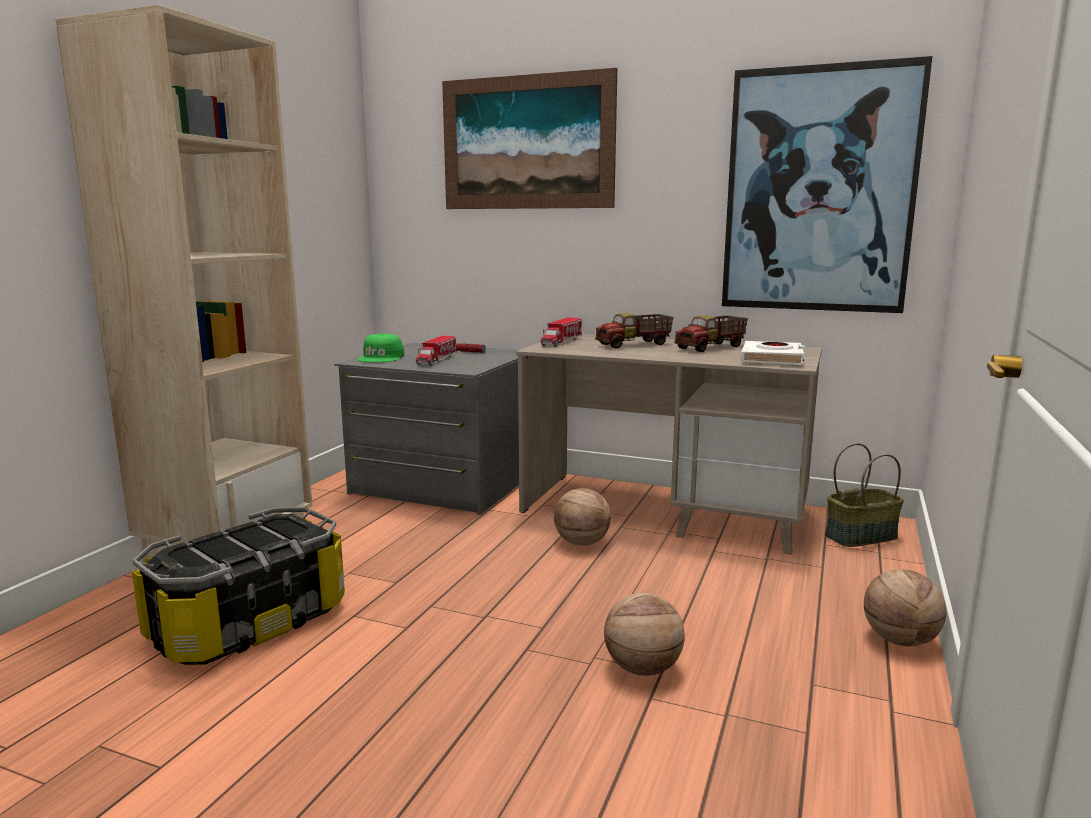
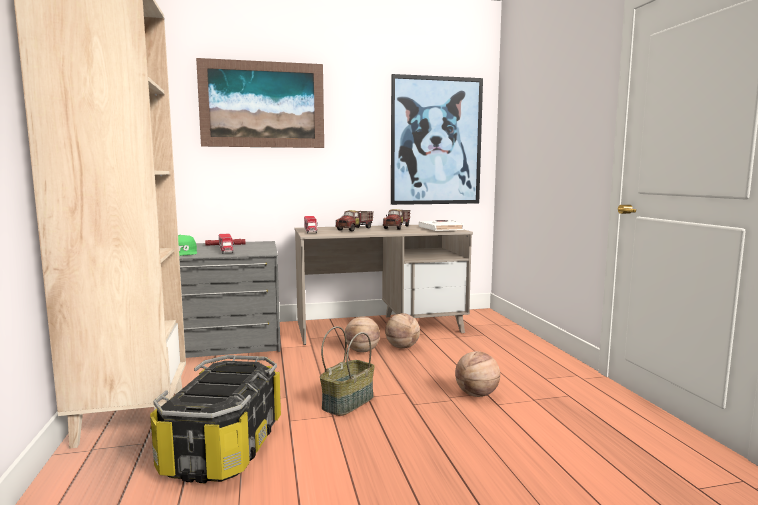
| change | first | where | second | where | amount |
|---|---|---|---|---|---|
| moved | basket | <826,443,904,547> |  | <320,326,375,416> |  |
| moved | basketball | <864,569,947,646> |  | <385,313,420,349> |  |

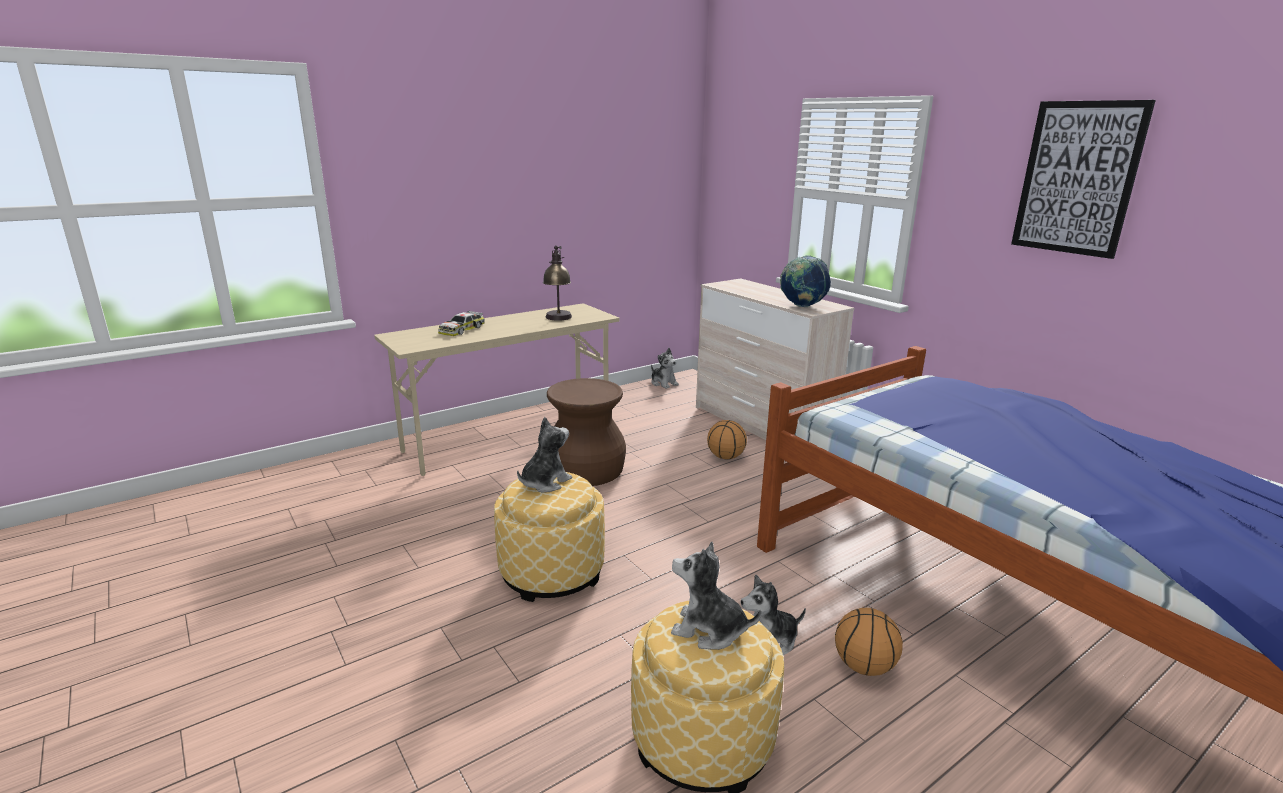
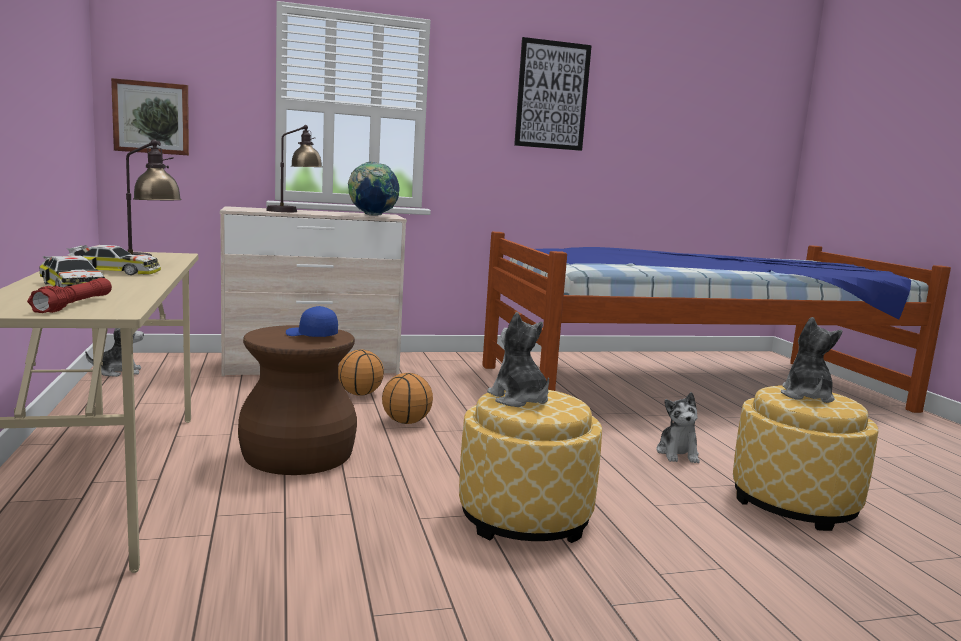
| change | first | where | second | where | amount |
|---|---|---|---|---|---|
| added |  |  | red flashlight | <27,278,112,313> |  |
| added |  |  | toy car | <66,245,161,275> |  |
| added |  |  | picture | <111,78,189,155> |  |
| added |  |  | table lamp | <266,125,322,212> |  |
| added |  |  | blue cap | <286,306,338,337> |  |
| moved | basketball | <835,608,903,676> |  | <382,373,433,424> |  |
| turned | plush toy | <671,542,761,650> |  | <781,317,842,403> | 150 degrees clockwise |

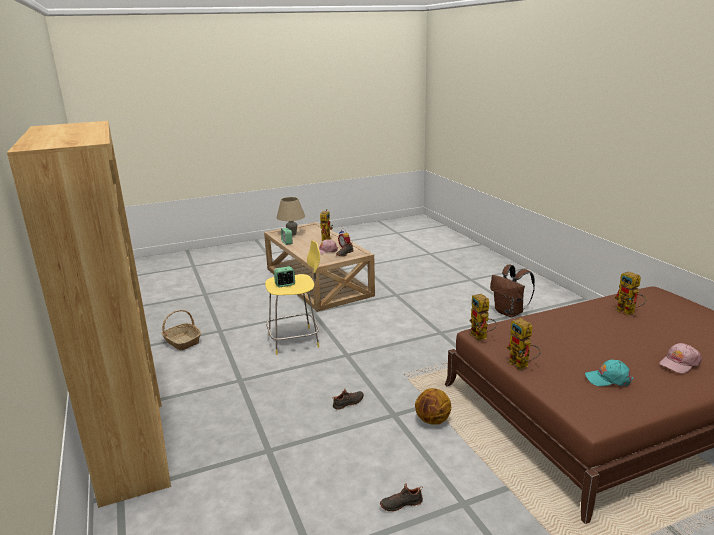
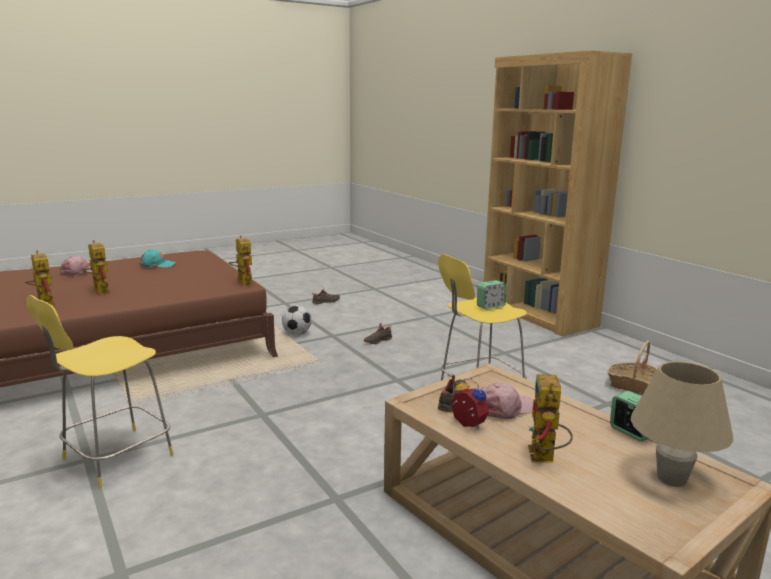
| change | first | where | second | where | amount |
|---|---|---|---|---|---|
| replaced | brown backpack | <490,265,535,317> | yellow stool | <26,295,174,489> |  |
| moved | toy robot | <507,318,541,370> |  | <82,240,111,294> |  |
| replaced | basketball | <415,388,451,425> | football | <282,305,312,335> |  |

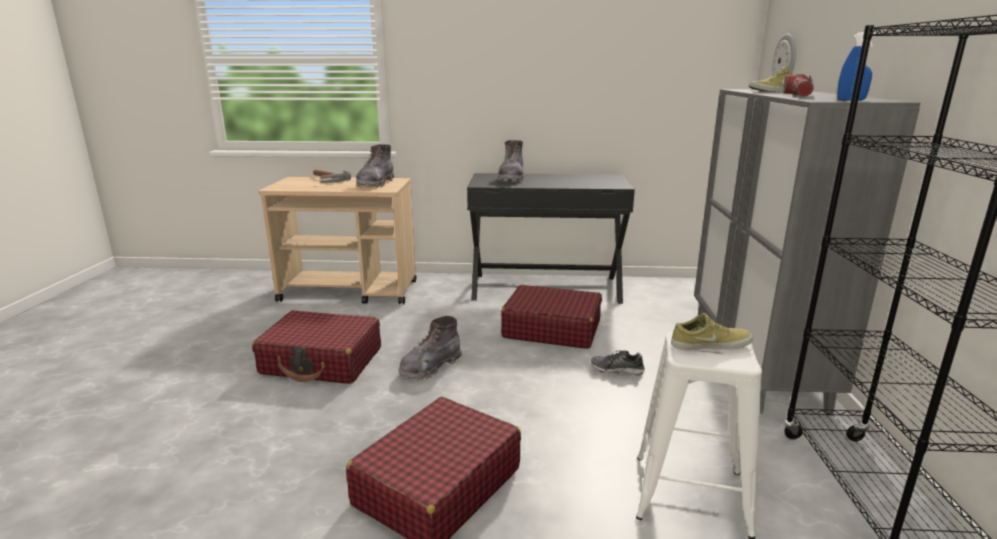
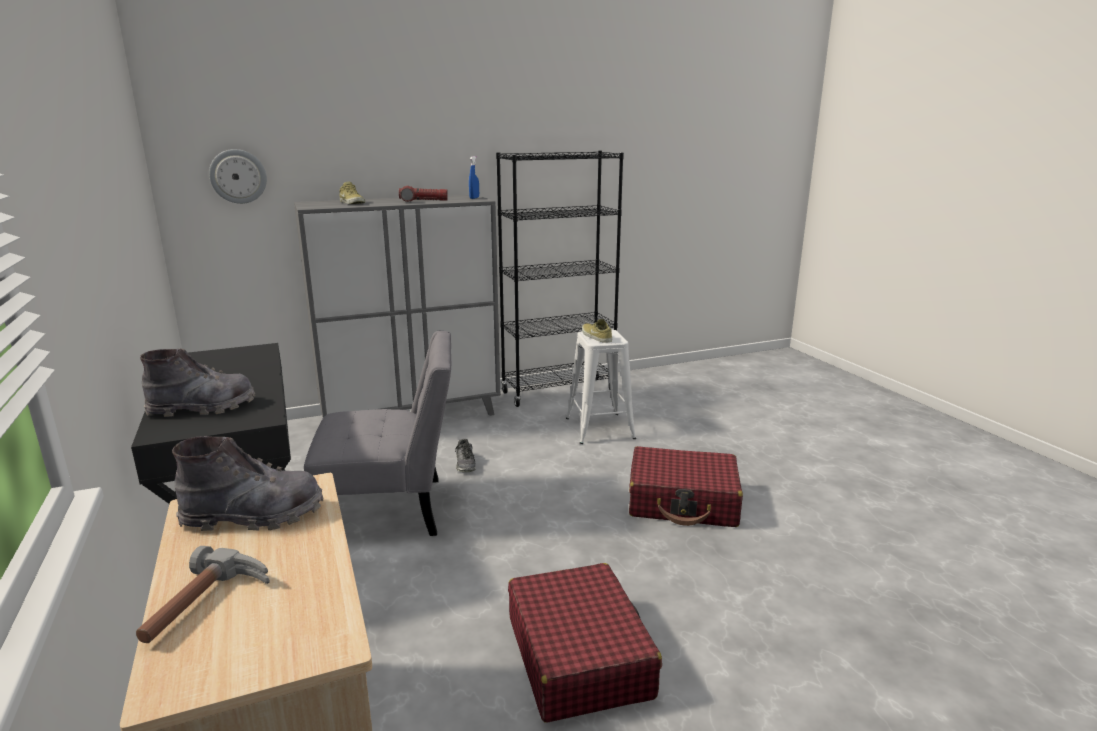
| change | first | where | second | where | amount |
|---|---|---|---|---|---|
| replaced | red suitcase | <501,285,602,349> | grey chair | <304,331,451,536> |  |
| removed | grey boot | <399,316,462,381> |  |  |  |

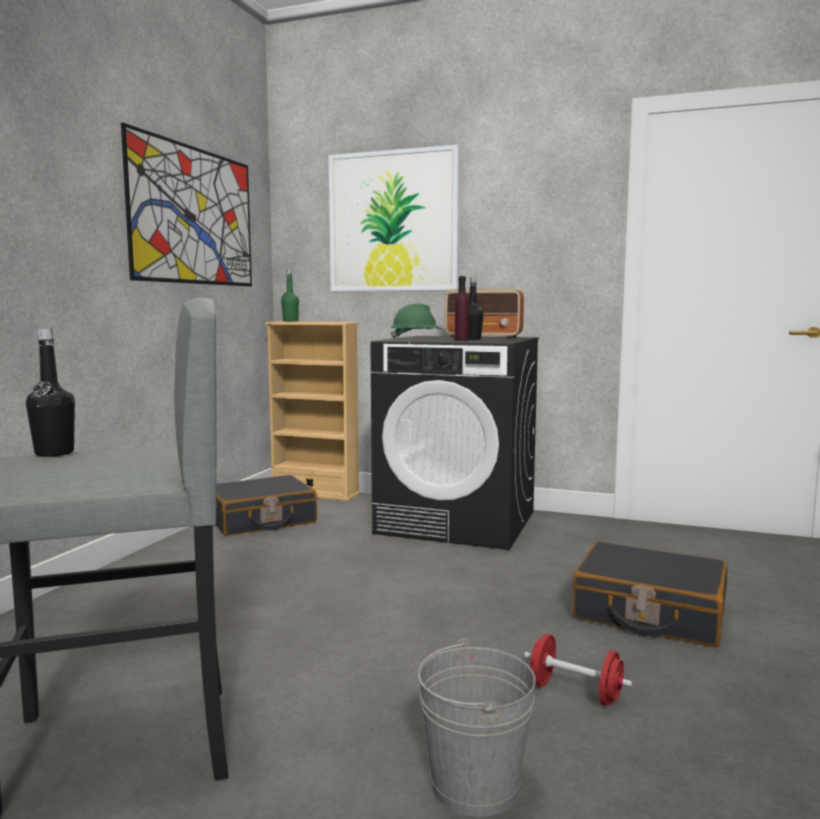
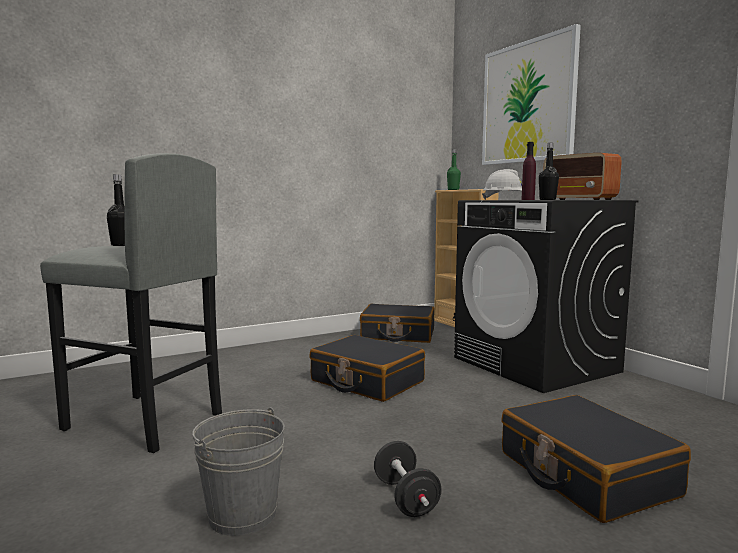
| change | first | where | second | where | amount |
|---|---|---|---|---|---|
| added |  |  | black suitcase | <309,335,425,402> |  |
| recoloured | red dumbbell | <524,634,632,706> | black dumbbell | <374,441,442,517> |  |
| recoloured | green hard hat | <391,304,442,339> | white hard hat | <482,169,522,200> |  |
| removed | picture | <121,123,252,286> |  |  |  |

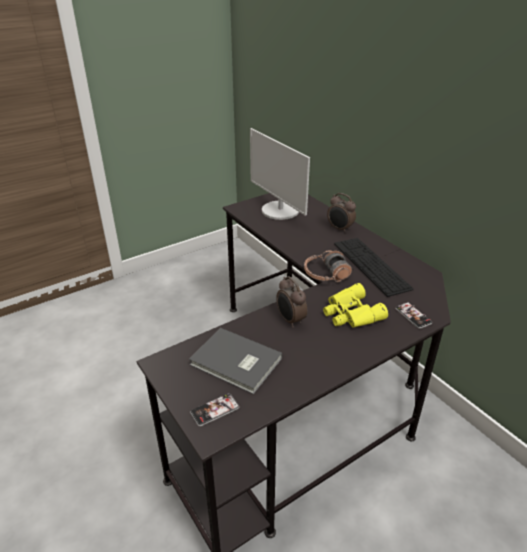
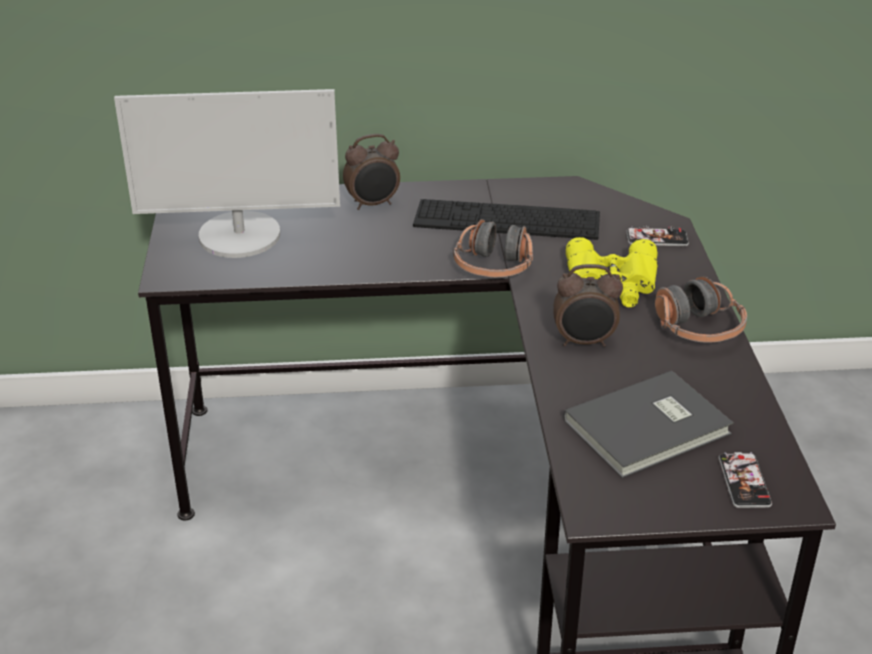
| change | first | where | second | where | amount |
|---|---|---|---|---|---|
| added |  |  | headphones | <655,276,747,343> |  |

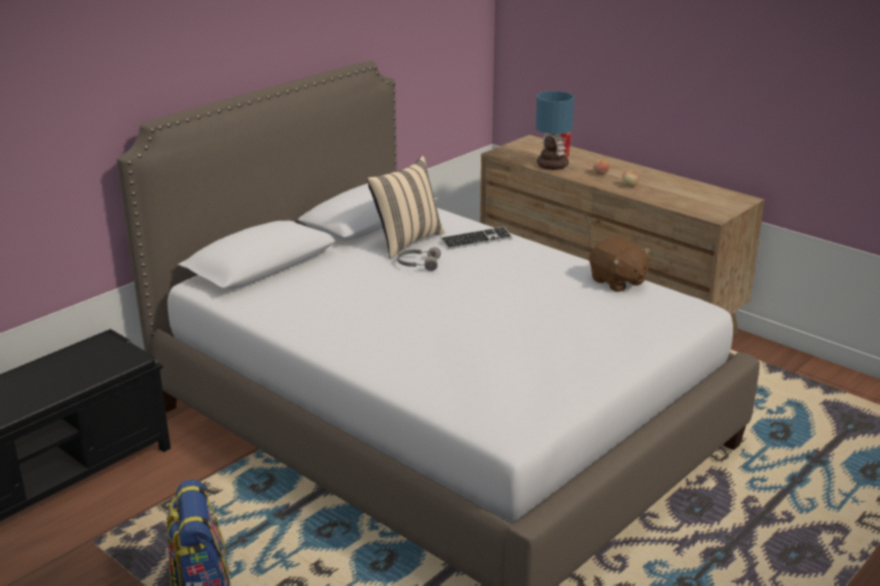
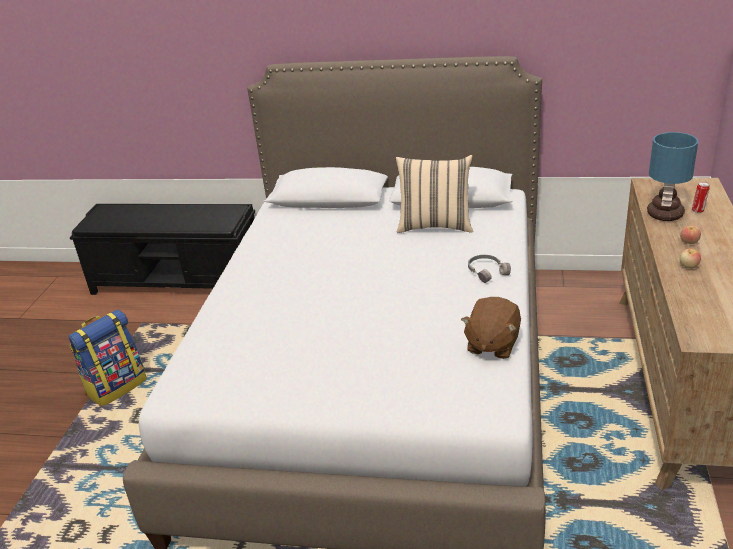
| change | first | where | second | where | amount |
|---|---|---|---|---|---|
| moved | grey headphones | <397,247,441,271> |  | <468,255,511,283> |  |
| removed | keyboard | <440,227,513,250> |  |  |  |

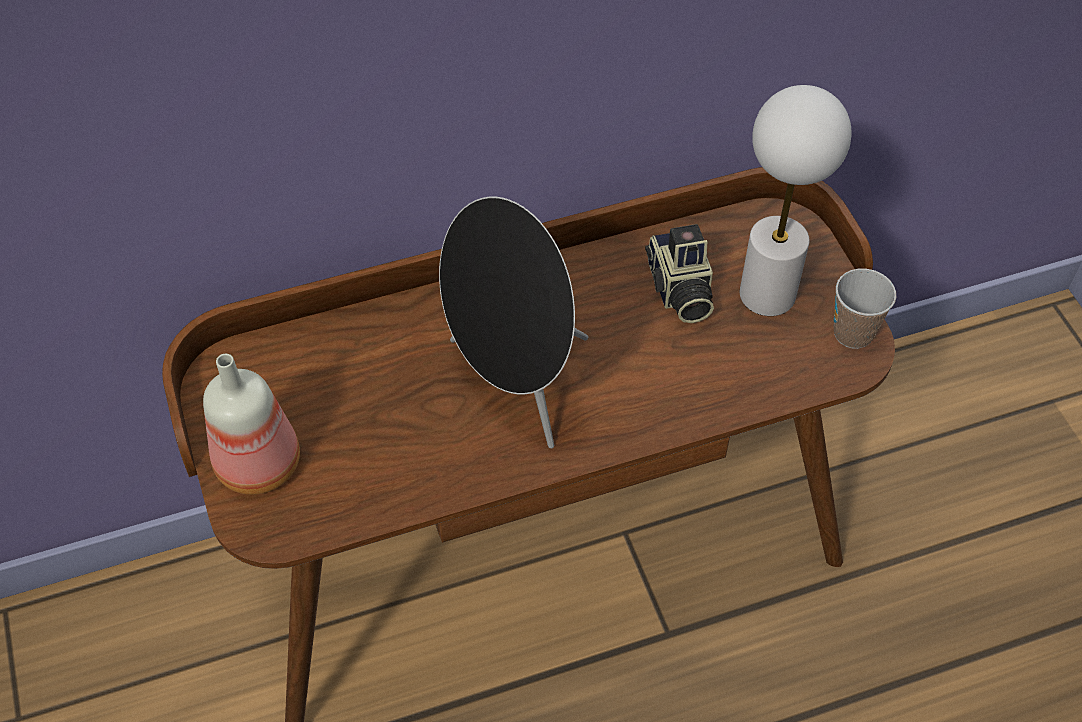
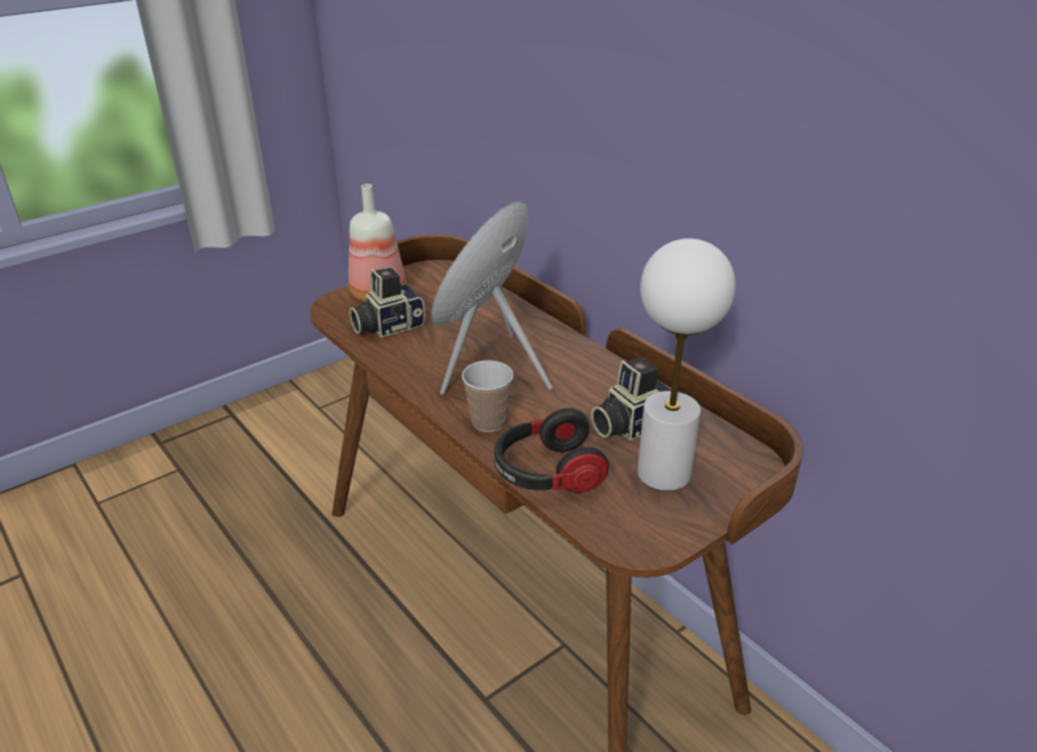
| change | first | where | second | where | amount |
|---|---|---|---|---|---|
| added |  |  | photo camera | <349,268,425,338> |  |
| moved | cup | <834,269,896,349> |  | <462,360,514,432> |  |
| added |  |  | headphones | <494,408,609,493> |  |

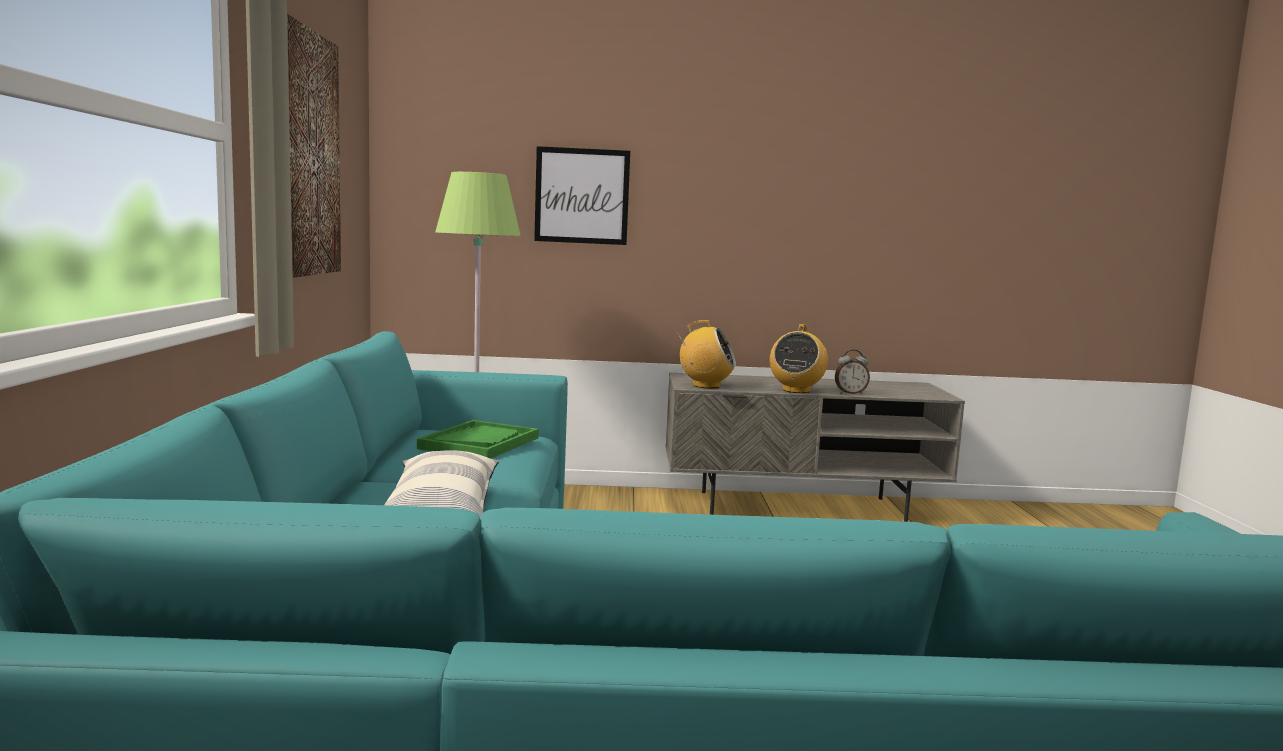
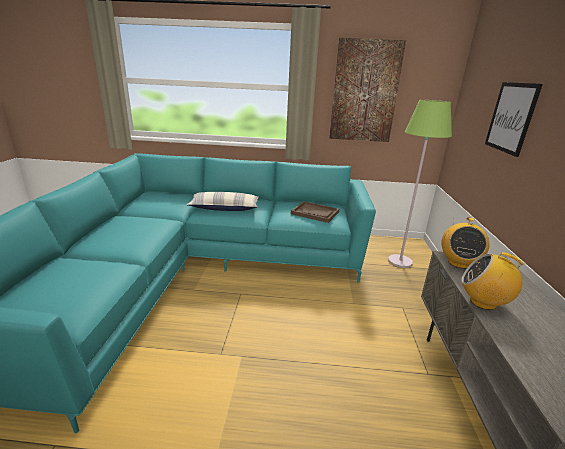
| change | first | where | second | where | amount |
|---|---|---|---|---|---|
| recoloured | green tray | <417,420,539,459> | brown tray | <291,201,339,223> |  |
| removed | alarm clock | <835,350,870,394> |  |  |  |

